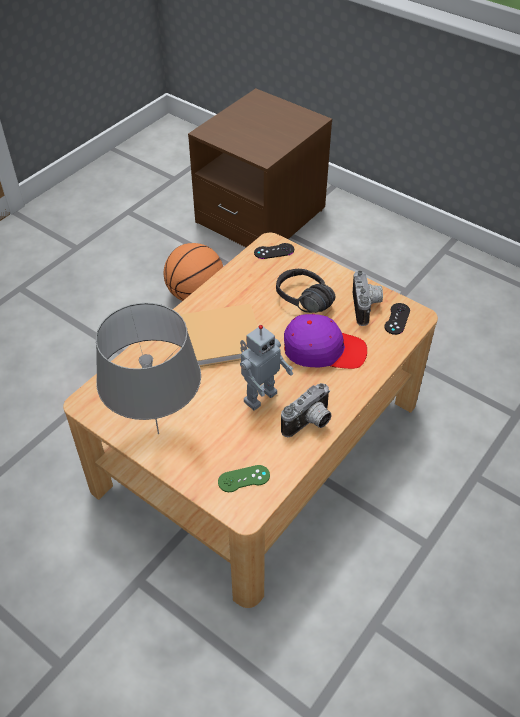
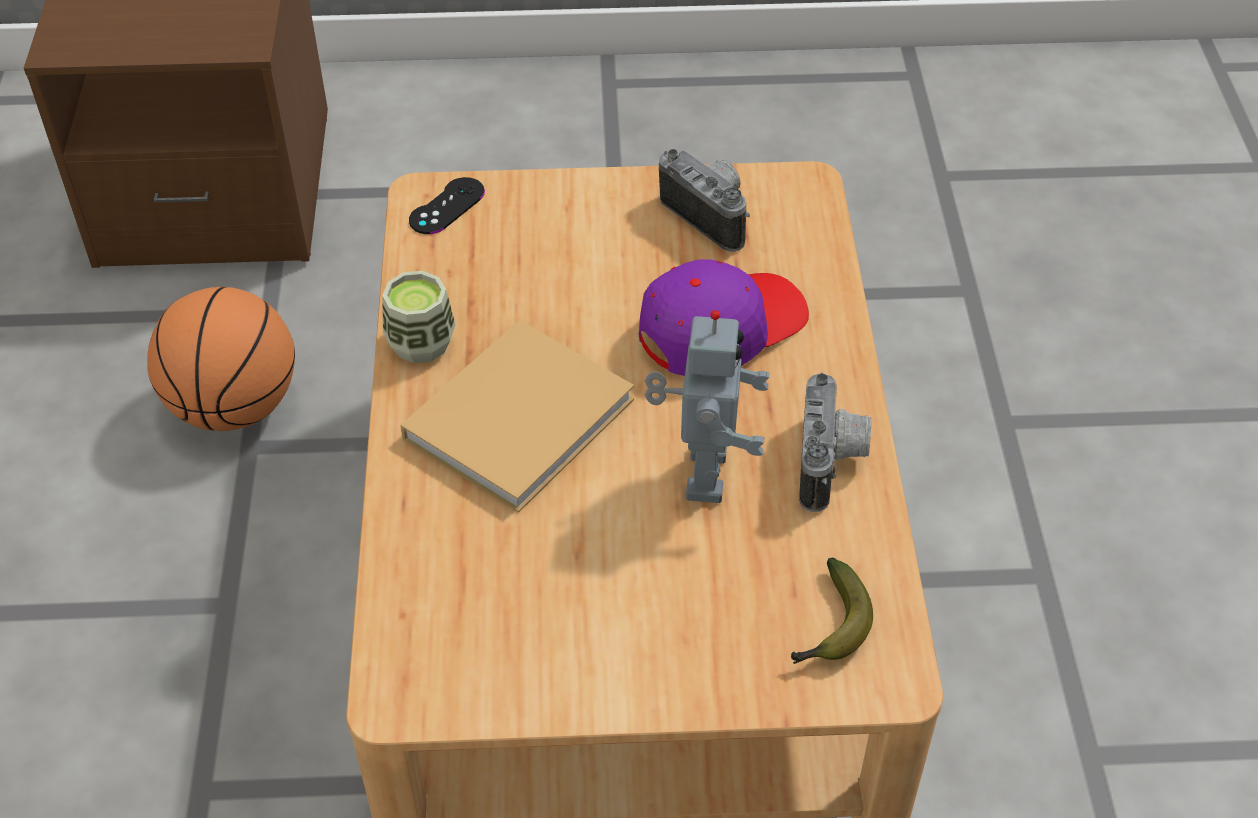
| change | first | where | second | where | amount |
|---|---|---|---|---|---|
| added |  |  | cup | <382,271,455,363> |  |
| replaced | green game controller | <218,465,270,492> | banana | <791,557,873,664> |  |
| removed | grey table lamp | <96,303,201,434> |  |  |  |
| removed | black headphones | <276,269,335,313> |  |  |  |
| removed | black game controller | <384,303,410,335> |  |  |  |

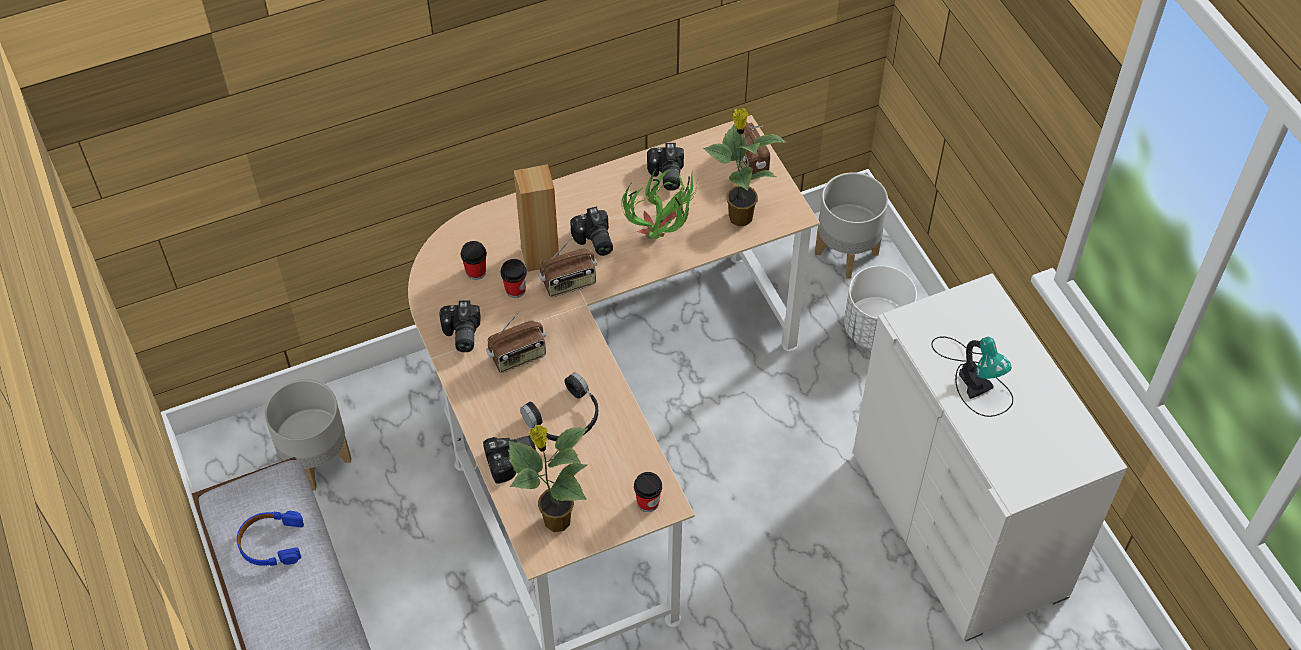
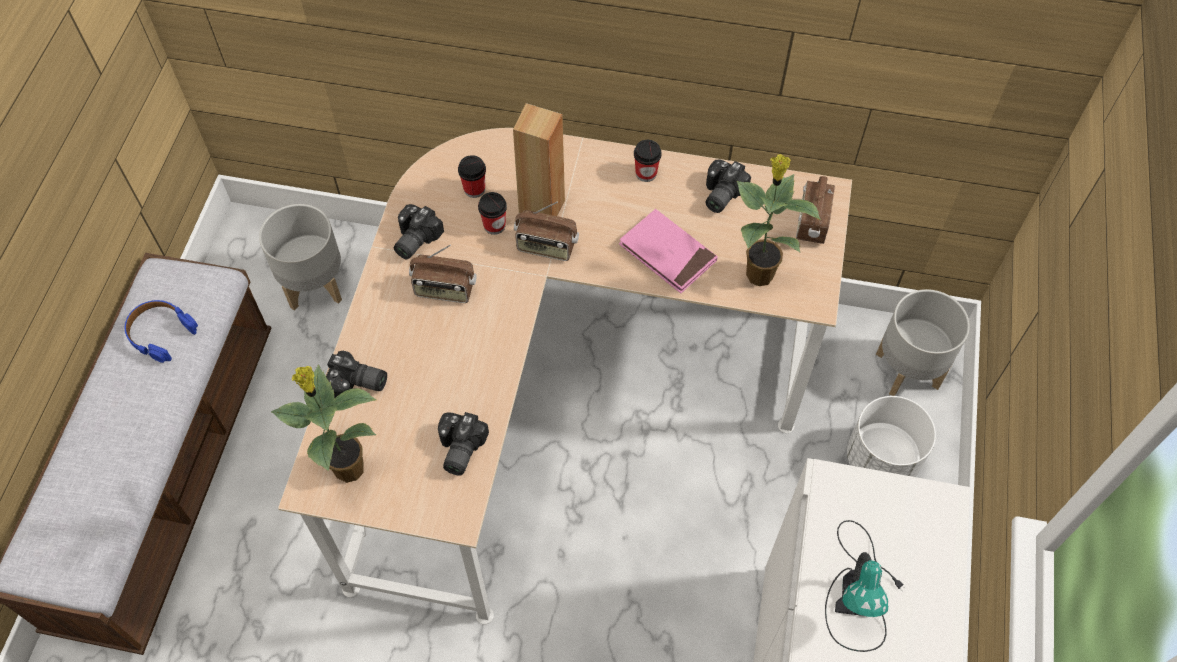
| change | first | where | second | where | amount |
|---|---|---|---|---|---|
| moved | photo camera | <570,207,613,256> |  | <438,412,489,476> |  |
| replaced | potted plant | <621,168,696,239> | pink book | <619,209,718,293> |  |
| moved | cup | <634,472,662,512> |  | <634,140,661,182> |  |
| removed | black headphones | <520,372,598,441> |  |  |  |

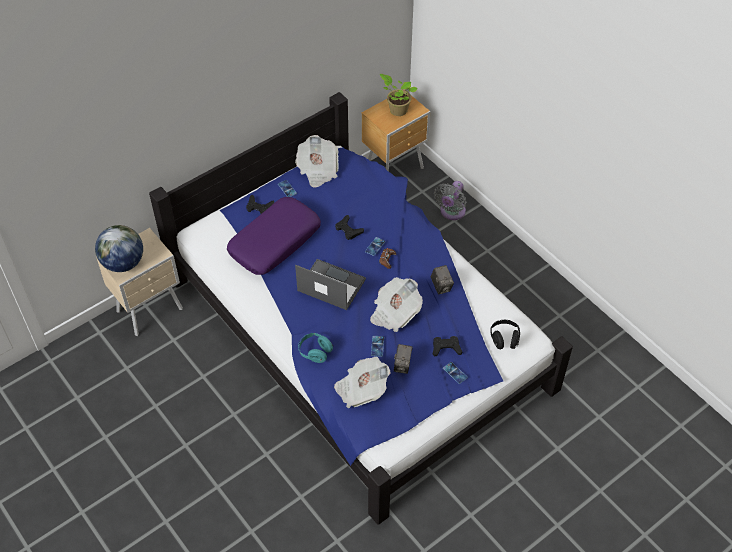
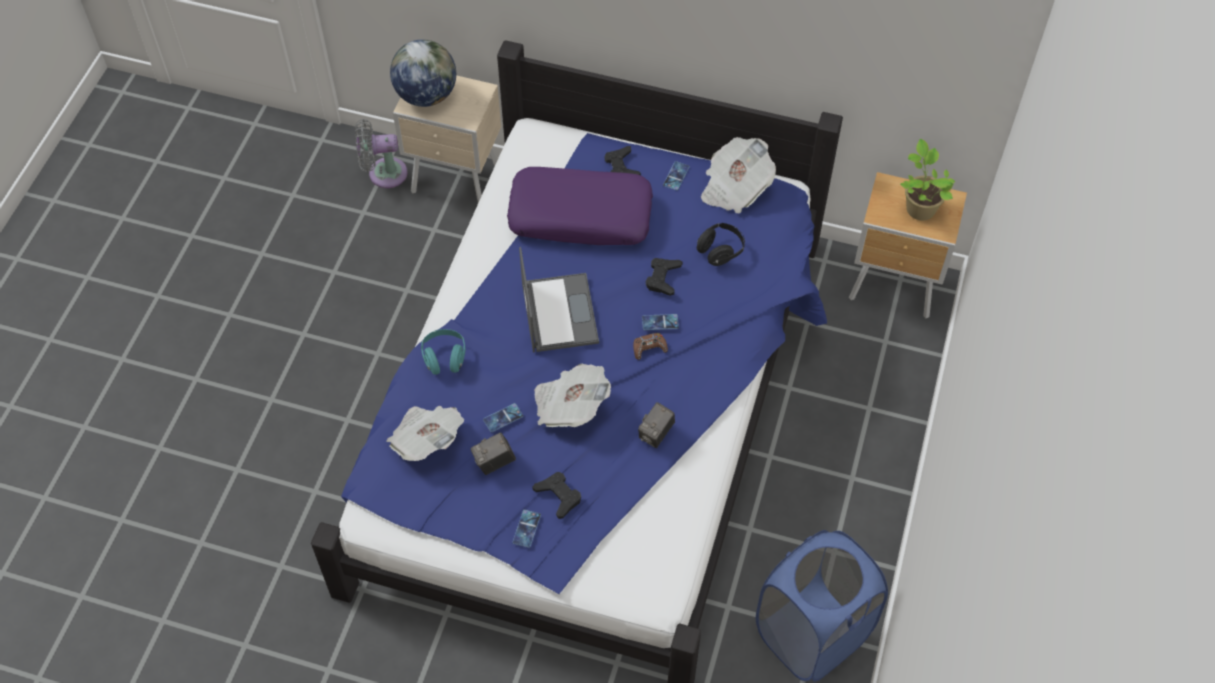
| change | first | where | second | where | amount |
|---|---|---|---|---|---|
| moved | grey fan | <434,181,466,220> |  | <355,119,408,188> |  |
| moved | black headphones | <490,320,520,349> |  | <697,223,745,266> |  |
| added |  |  | blue laundry basket | <756,530,888,682> |  |

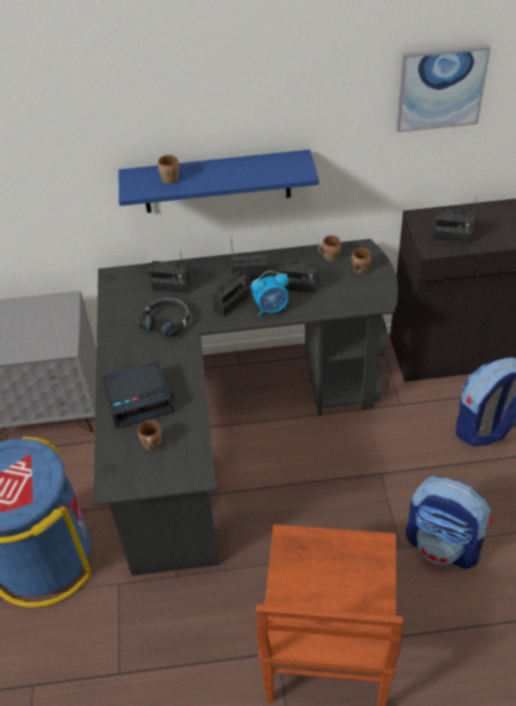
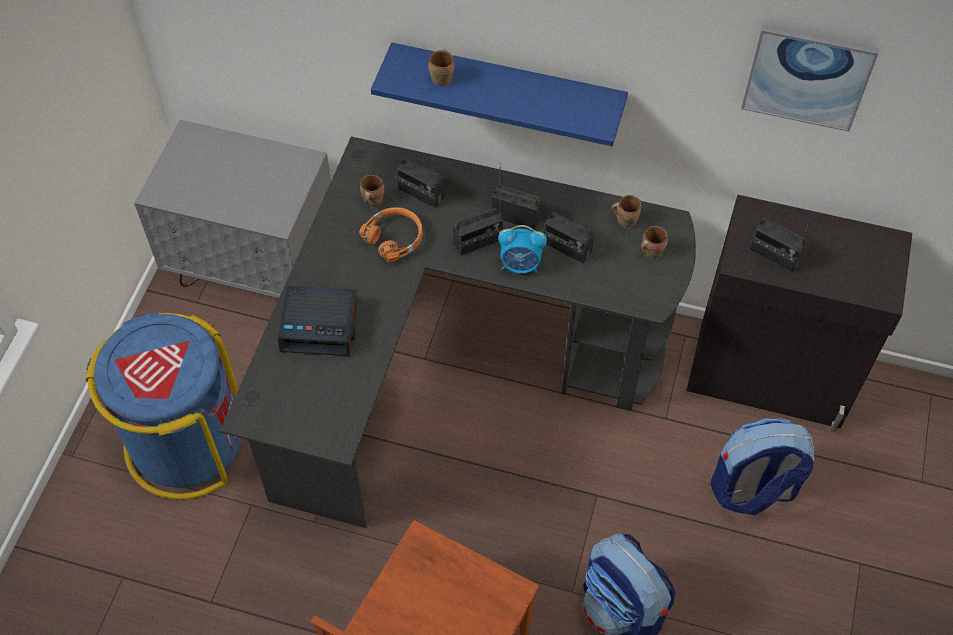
| change | first | where | second | where | amount |
|---|---|---|---|---|---|
| recoloured | black headphones | <139,298,189,338> | orange headphones | <359,207,422,262> |  |
| moved | brown mug | <138,420,161,450> |  | <360,175,384,207> |  |

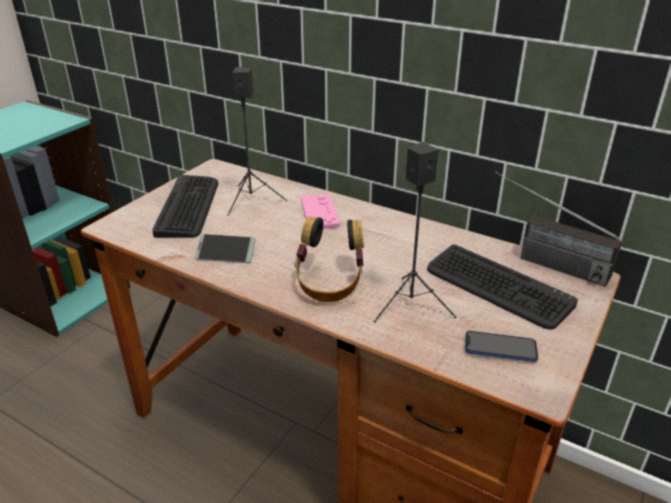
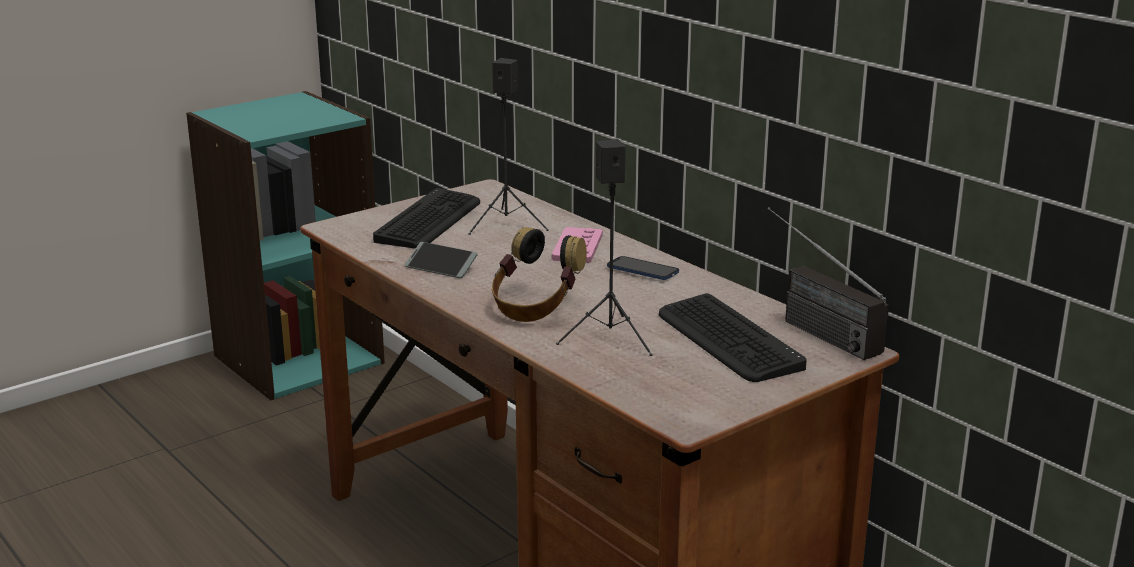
| change | first | where | second | where | amount |
|---|---|---|---|---|---|
| moved | phone | <465,331,538,362> |  | <607,256,679,280> |  |

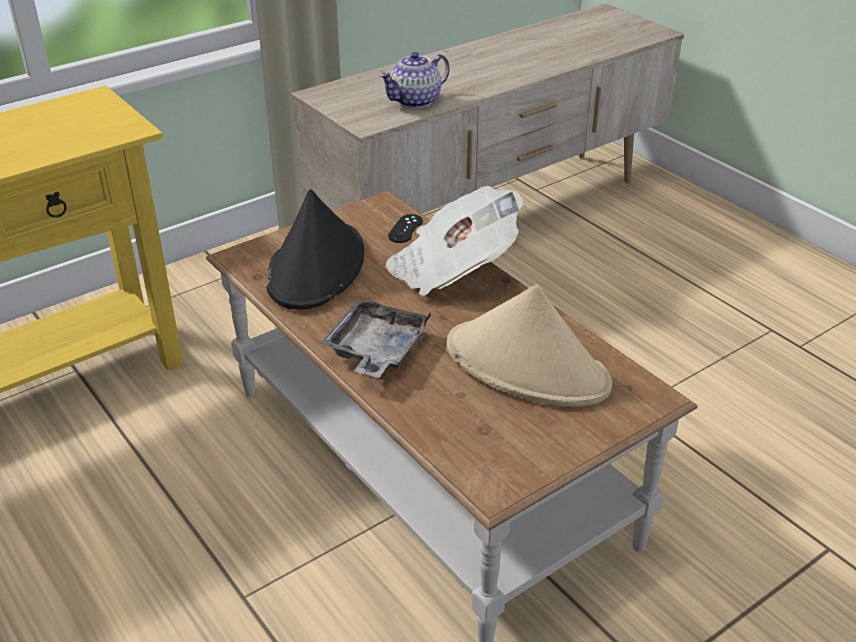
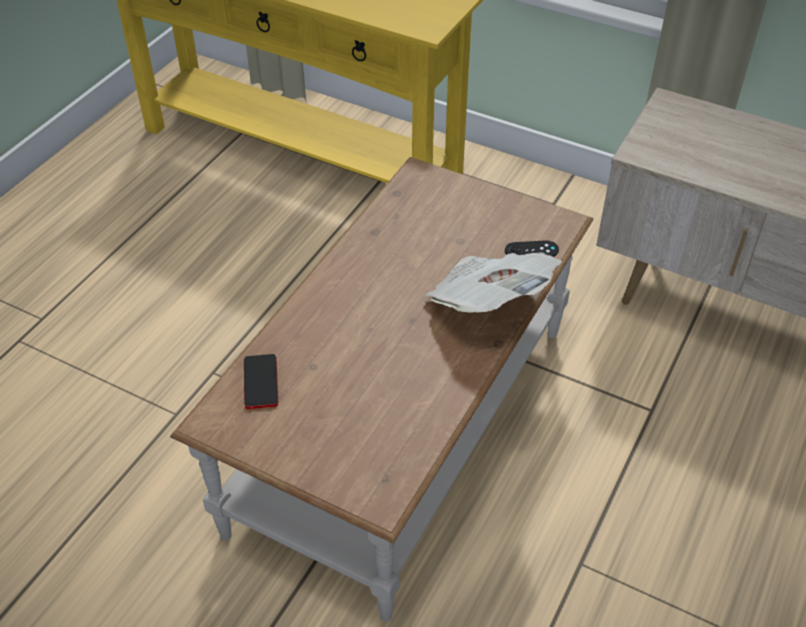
| change | first | where | second | where | amount |
|---|---|---|---|---|---|
| added |  |  | phone | <244,354,278,409> |  |
| removed | black hat | <266,189,364,310> |  |  |  |
| removed | grey tray | <320,298,431,378> |  |  |  |
| removed | teapot | <379,52,450,109> |  |  |  |
| removed | beige hat | <447,284,612,407> |  |  |  |

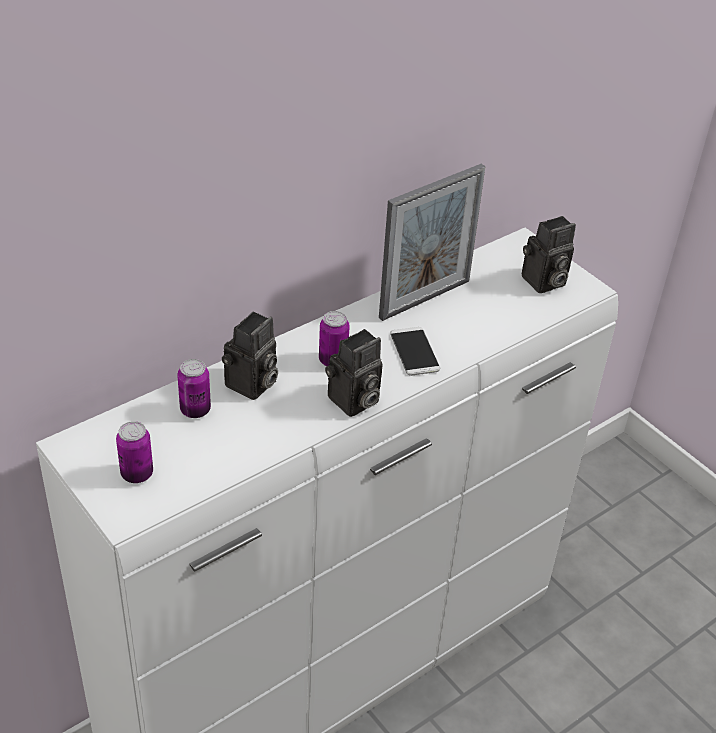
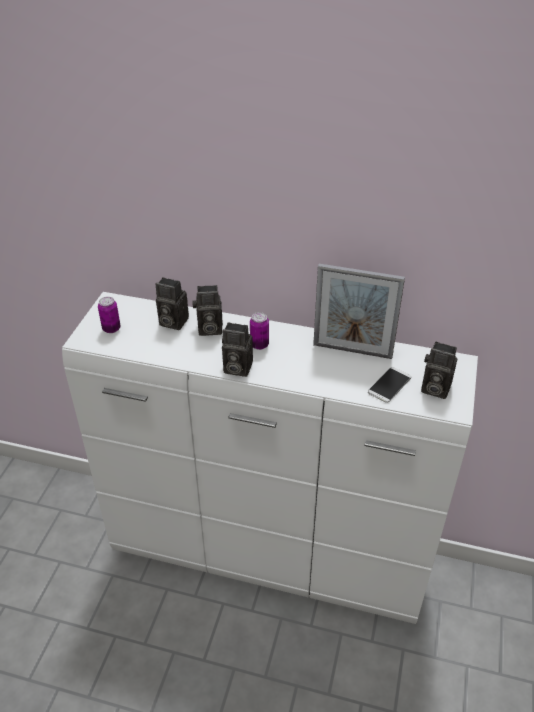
| change | first | where | second | where | amount |
|---|---|---|---|---|---|
| replaced | can | <177,359,211,418> | photo camera | <155,277,189,330> |  |
| moved | phone | <390,327,440,376> |  | <368,367,411,403> |  |

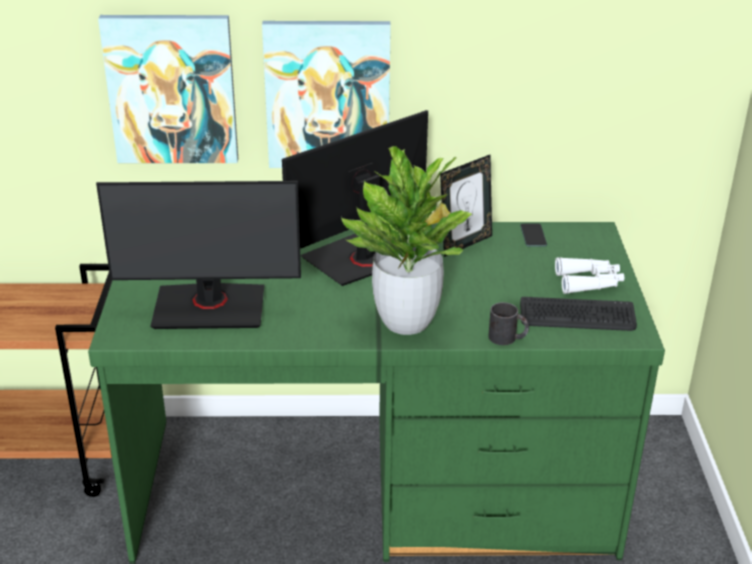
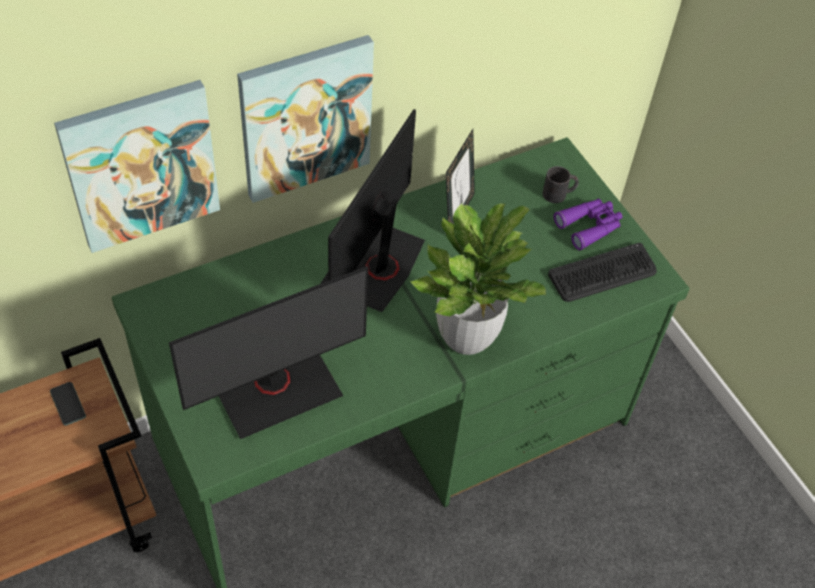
| change | first | where | second | where | amount |
|---|---|---|---|---|---|
| moved | phone | <520,223,547,247> |  | <50,382,86,426> |  |
| moved | black mug | <488,302,529,345> |  | <542,166,579,203> |  |
| recoloured | white binoculars | <555,257,624,294> | purple binoculars | <554,199,623,250> |  |

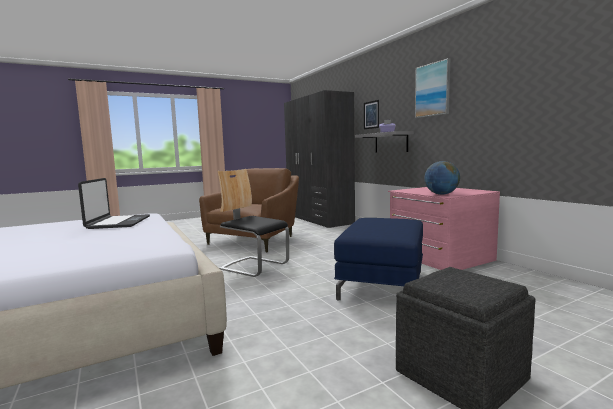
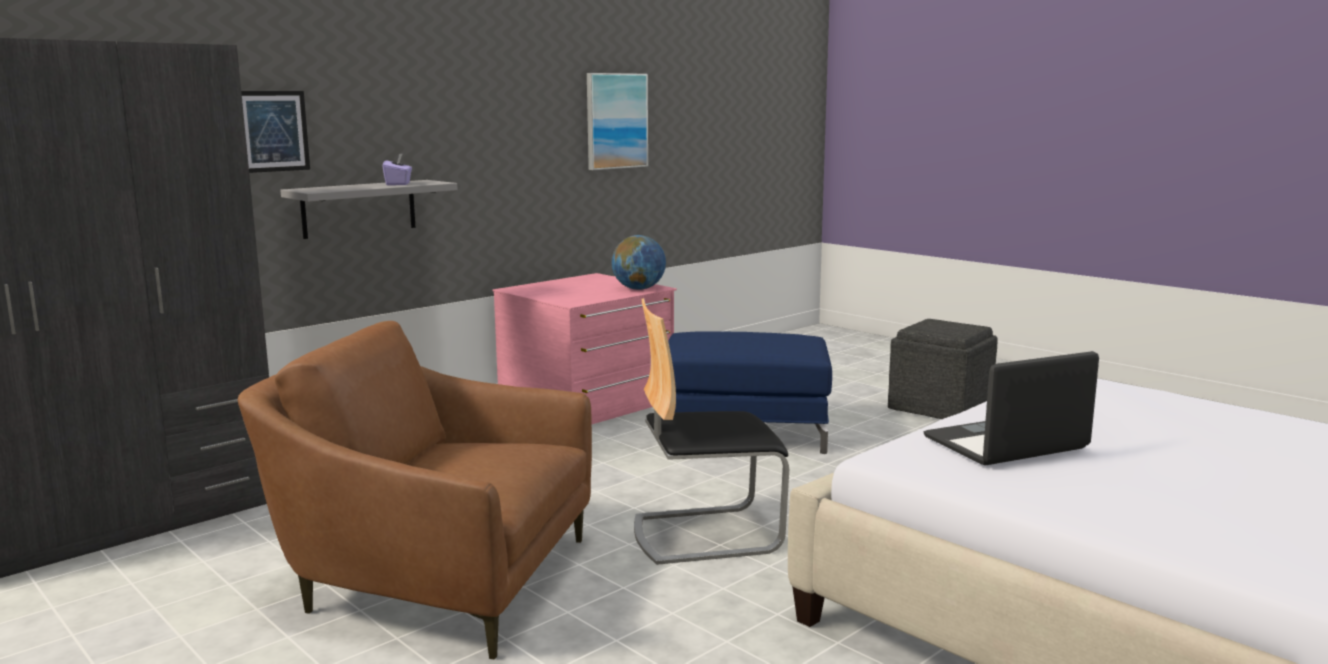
| change | first | where | second | where | amount |
|---|---|---|---|---|---|
| moved | picture | <415,58,450,118> |  | <587,73,648,170> |  |
| turned | chair | <218,169,289,277> |  | <634,298,789,565> | 60 degrees clockwise |

